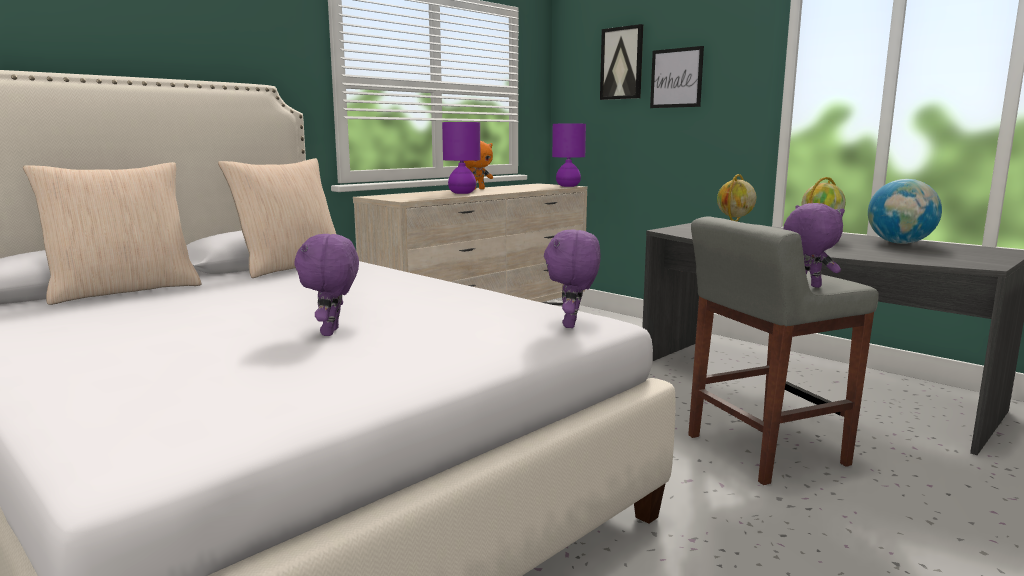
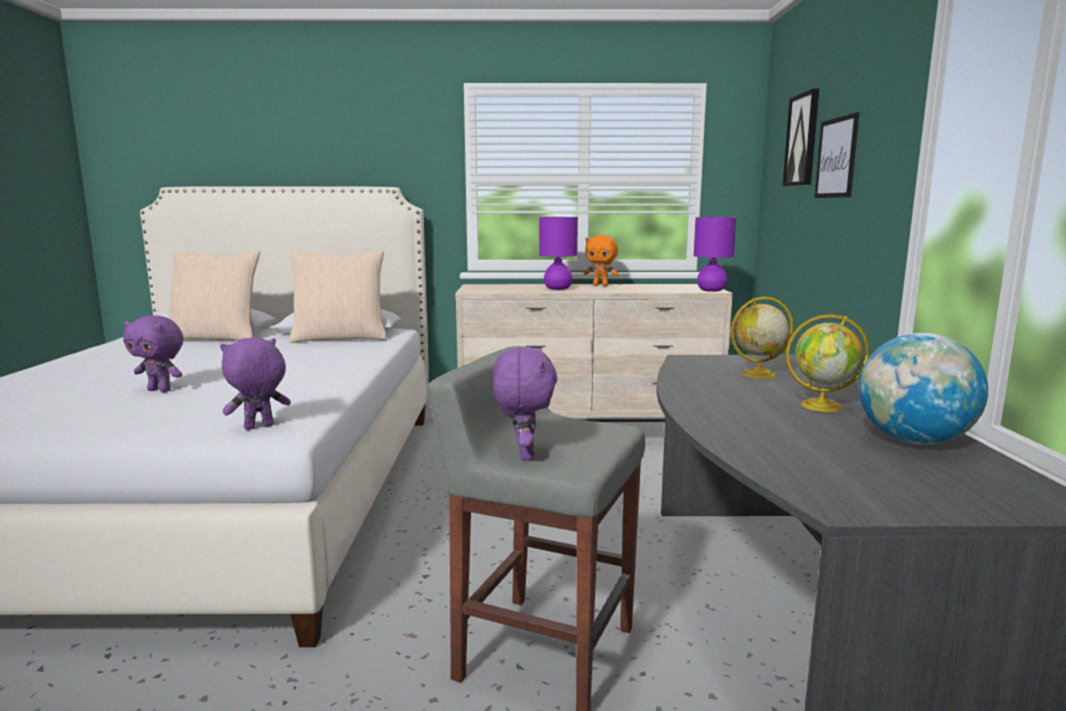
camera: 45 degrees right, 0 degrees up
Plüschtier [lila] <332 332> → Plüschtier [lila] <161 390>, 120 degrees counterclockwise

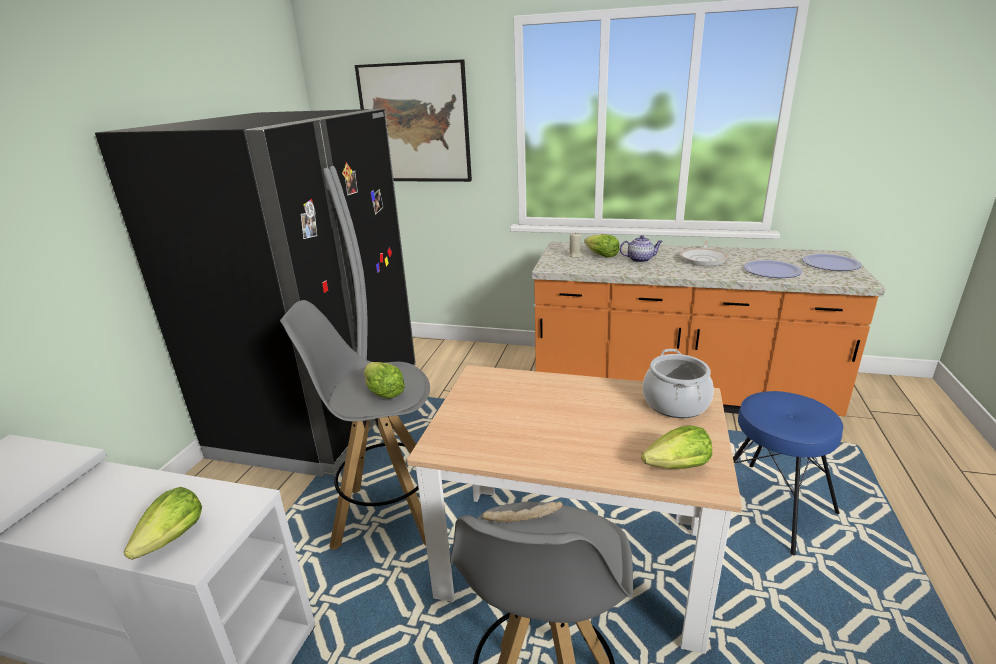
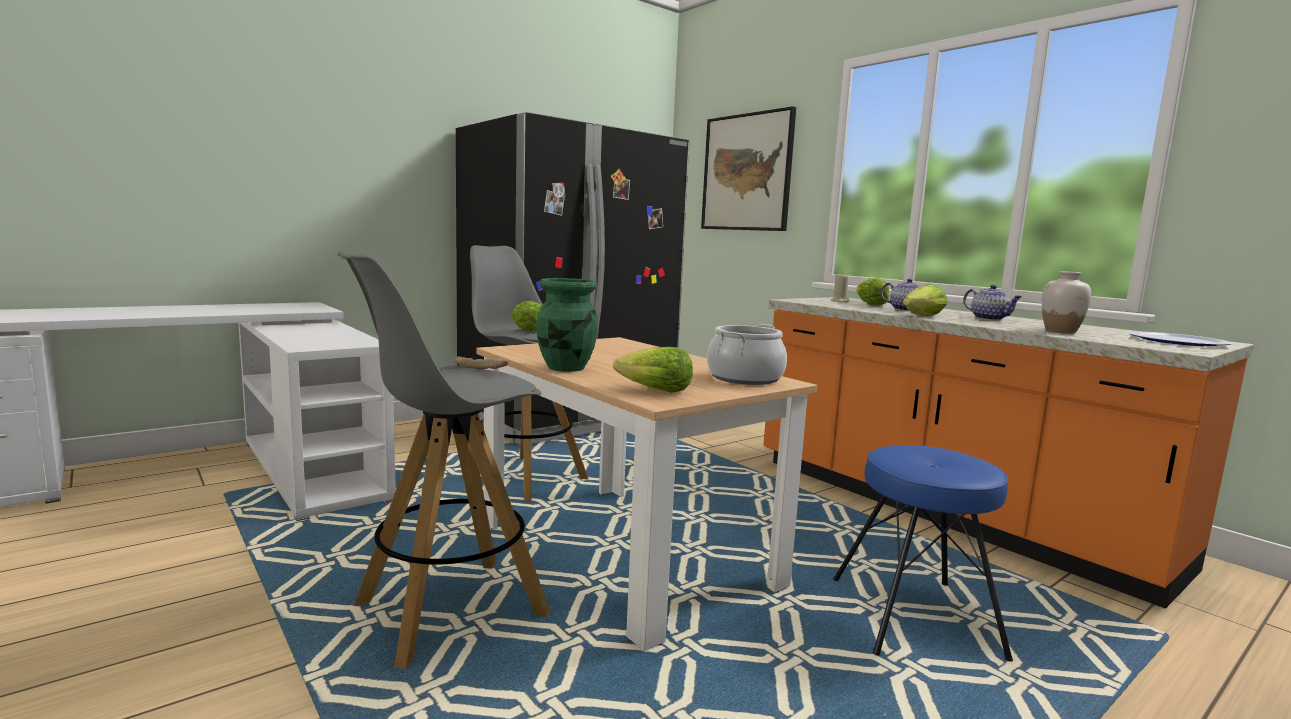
camera: 35 degrees right, 15 degrees down
- → Vase [grün] <566 368>
Salatkopf <173 538> → Salatkopf <922 316>, shifted
Pfanne <704 259> → Teekanne <989 319>
Teller <772 271> → Vase [weiß] <1060 331>

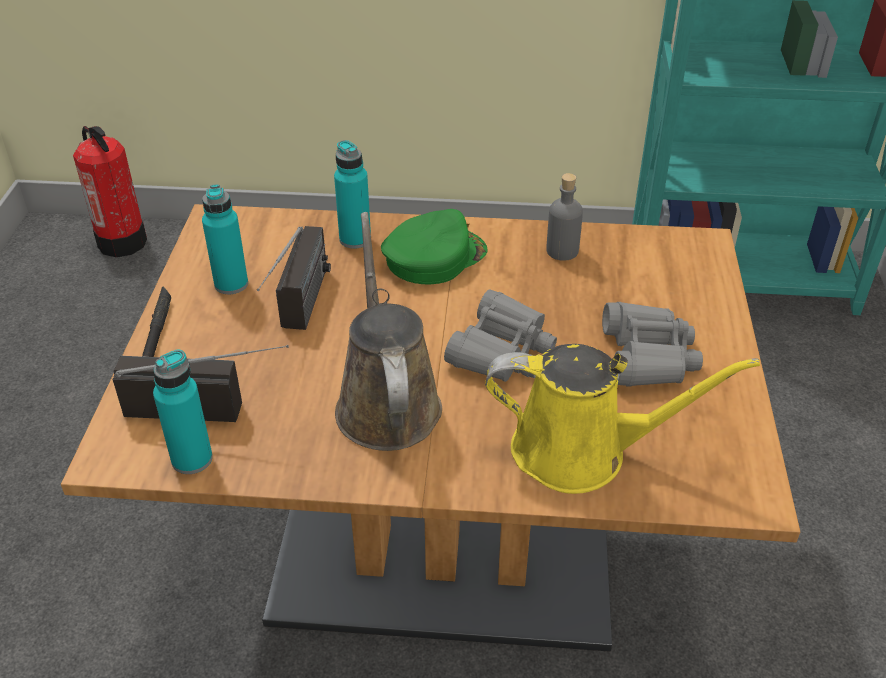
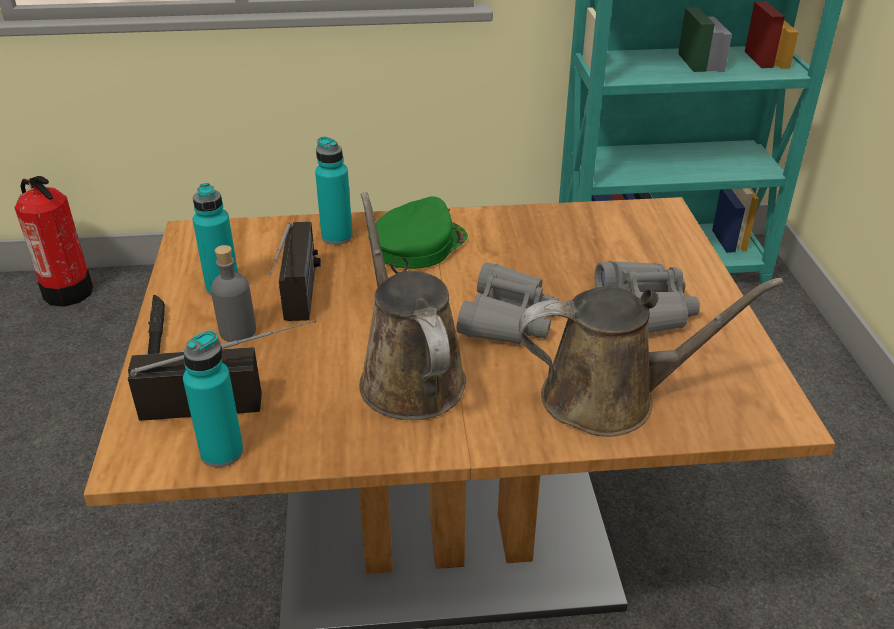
camera: 10 degrees left, 5 degrees down
Flasche [grau] <562 251> → Flasche [grau] <237 331>, shifted
Gießkanne [gelb] <581 451> → Gießkanne [braun] <610 398>

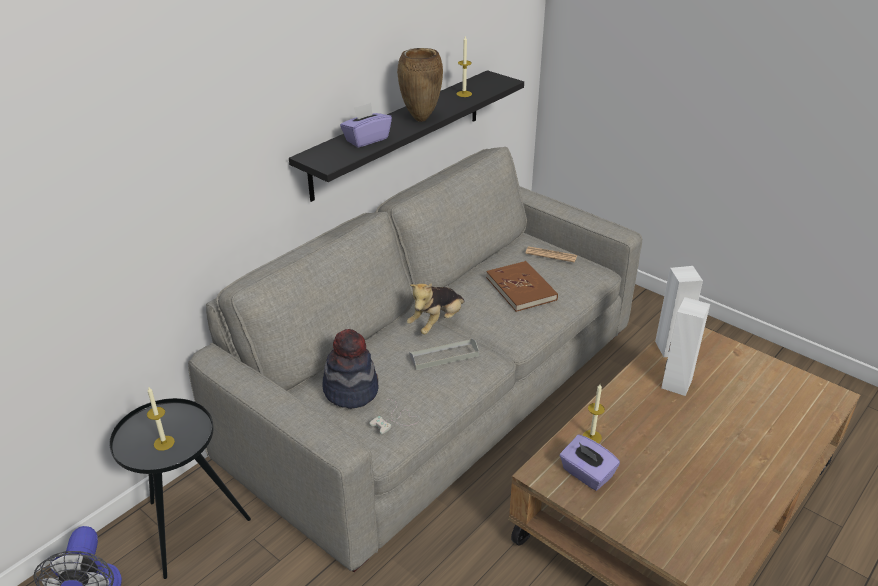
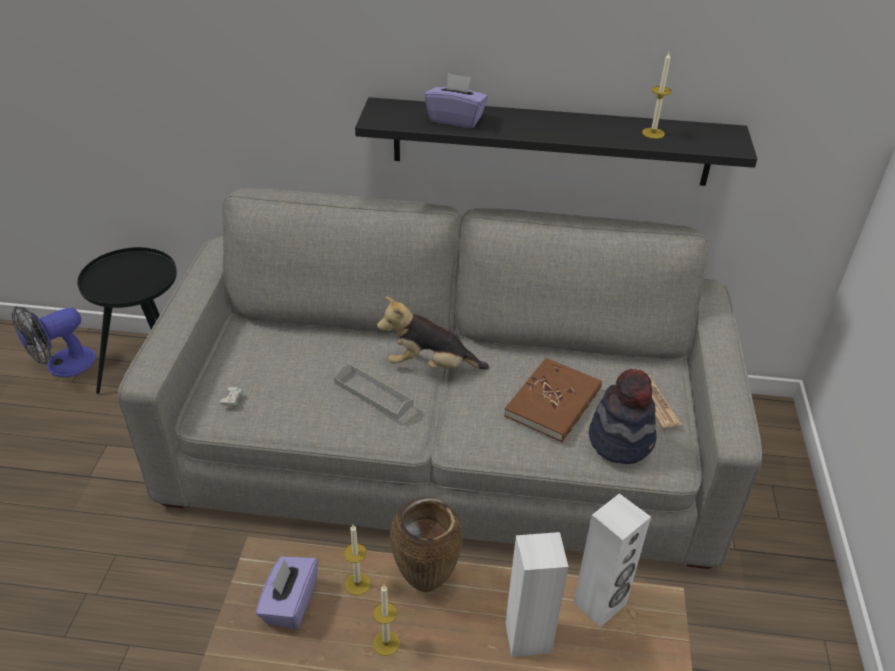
camera: 55 degrees right, 5 degrees up
Kerze <164 443> → Kerze <386 643>, shifted
Vase [braun] <420 119> → Vase [braun] <426 582>, shifted
Hut <351 390> → Hut <621 439>, shifted

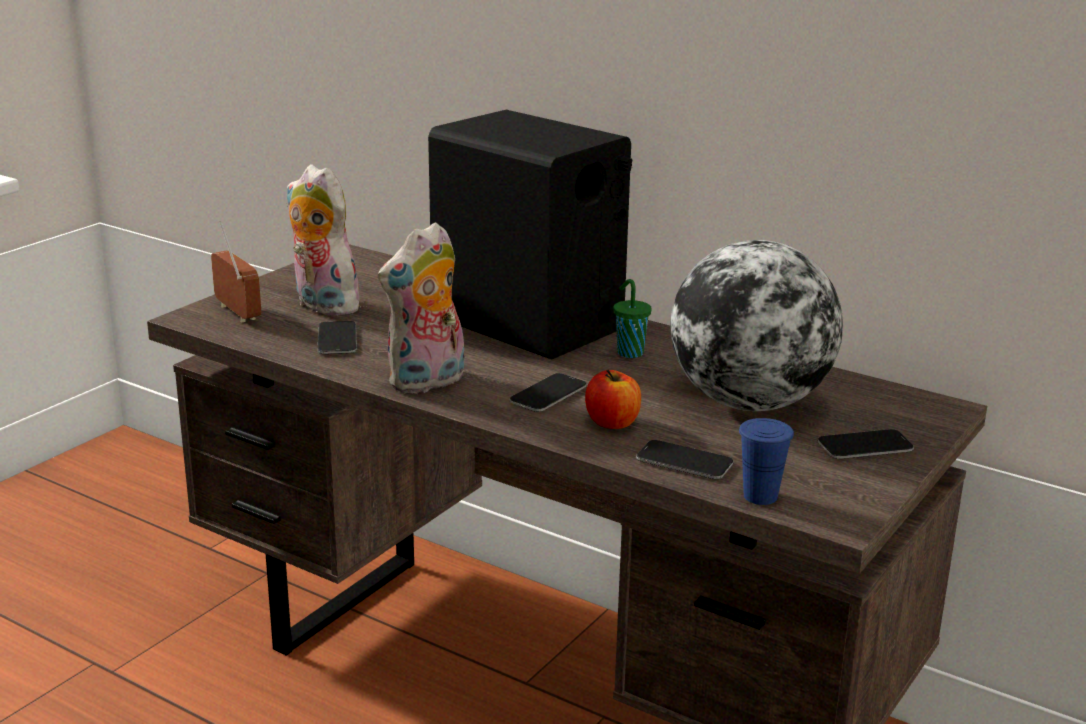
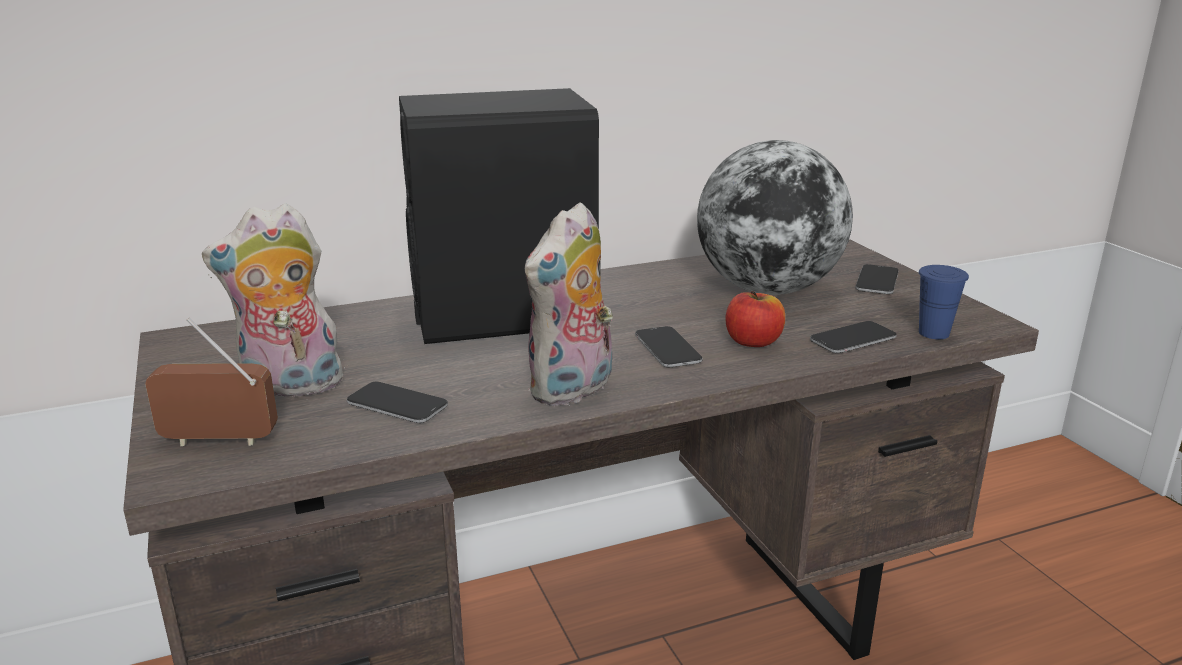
camera: 55 degrees left, 0 degrees up
Plüschtier <427 383> → Plüschtier <573 390>, 45 degrees clockwise
Tasse [grün] <629 352> → -

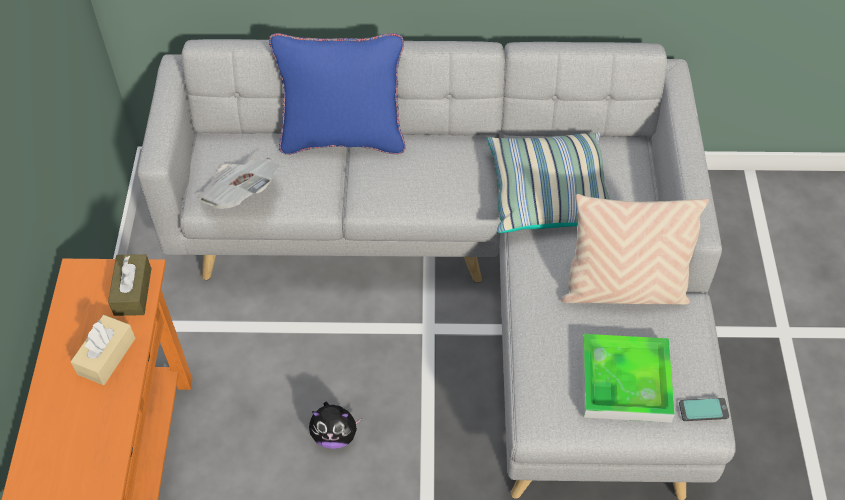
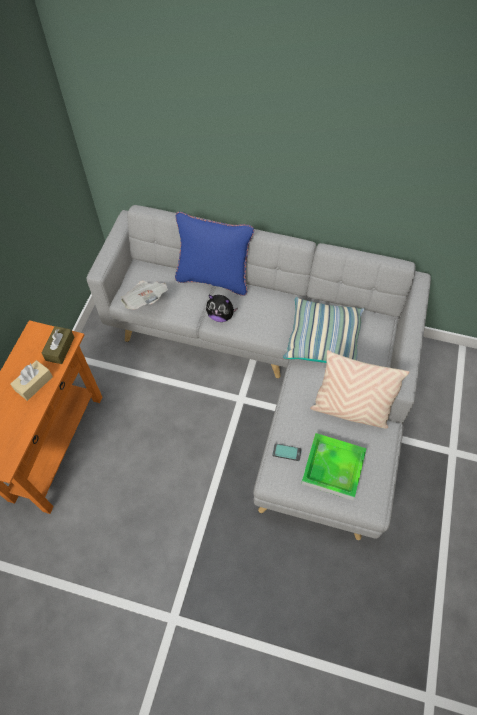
camera: 15 degrees right, 5 degrees up
Plüschtier <334 435> → Plüschtier <220 316>, shifted
Handy <703 410> → Handy <286 452>, shifted

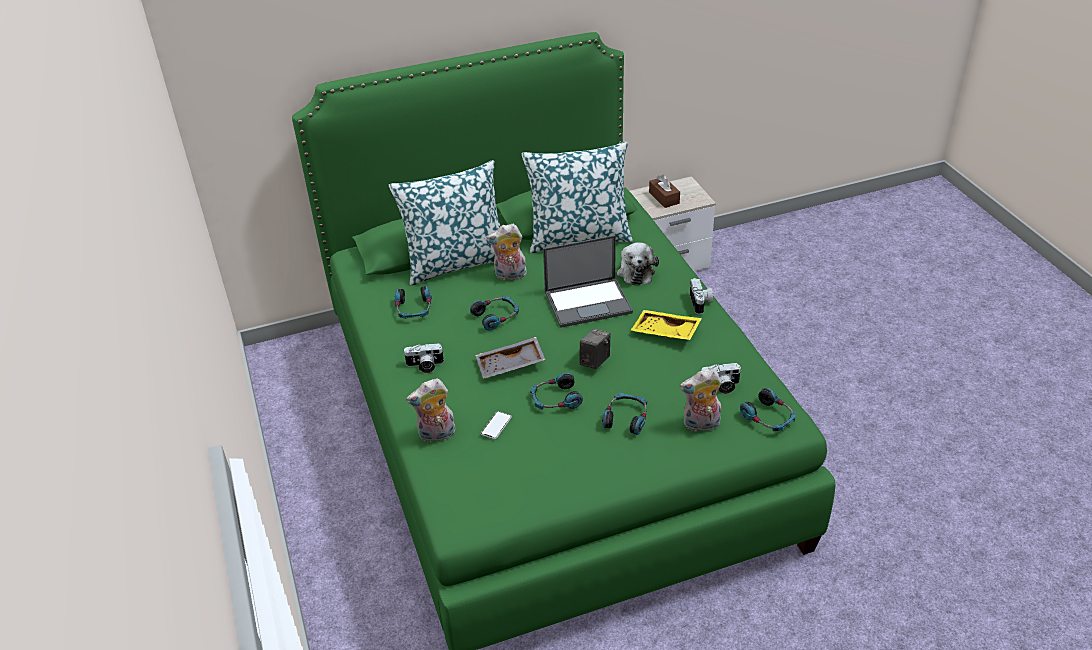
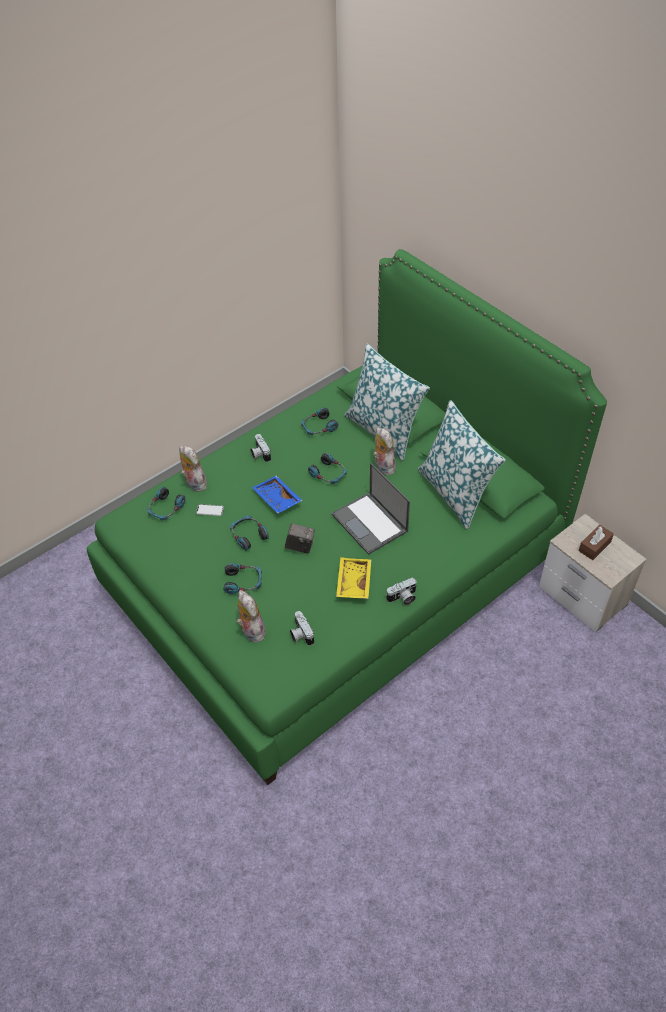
camera: 70 degrees right, 10 degrees up
Kopfhörer <768 417> → Kopfhörer <166 508>, shifted
Tablett [grau] <510 365> → Tablett [blau] <276 499>
Plüschtier <636 271> → -

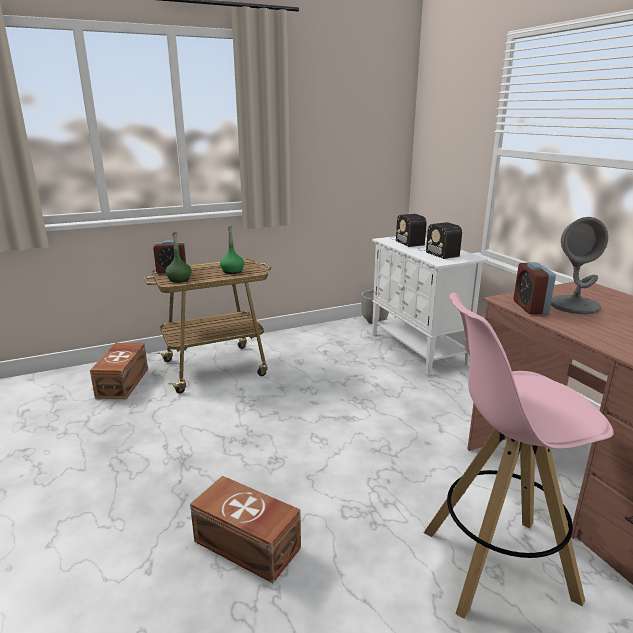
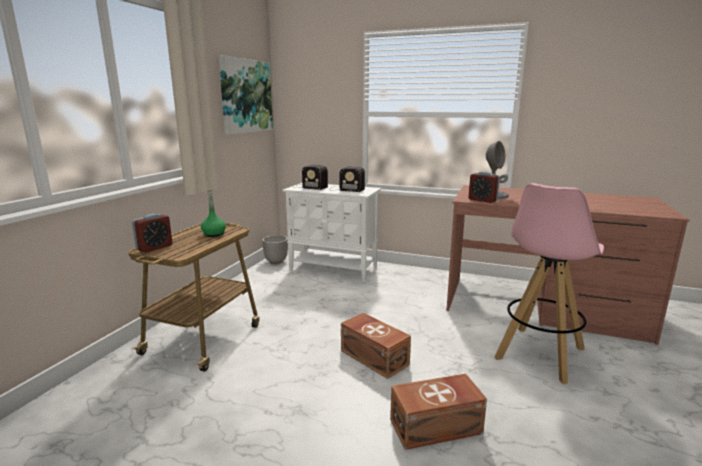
camera: 45 degrees left, 5 degrees down
- → Bild <246 96>
Aufbewahrungsbox [braun] <124 382> → Aufbewahrungsbox [braun] <374 357>, shifted
Flasche [grün] <179 279> → -

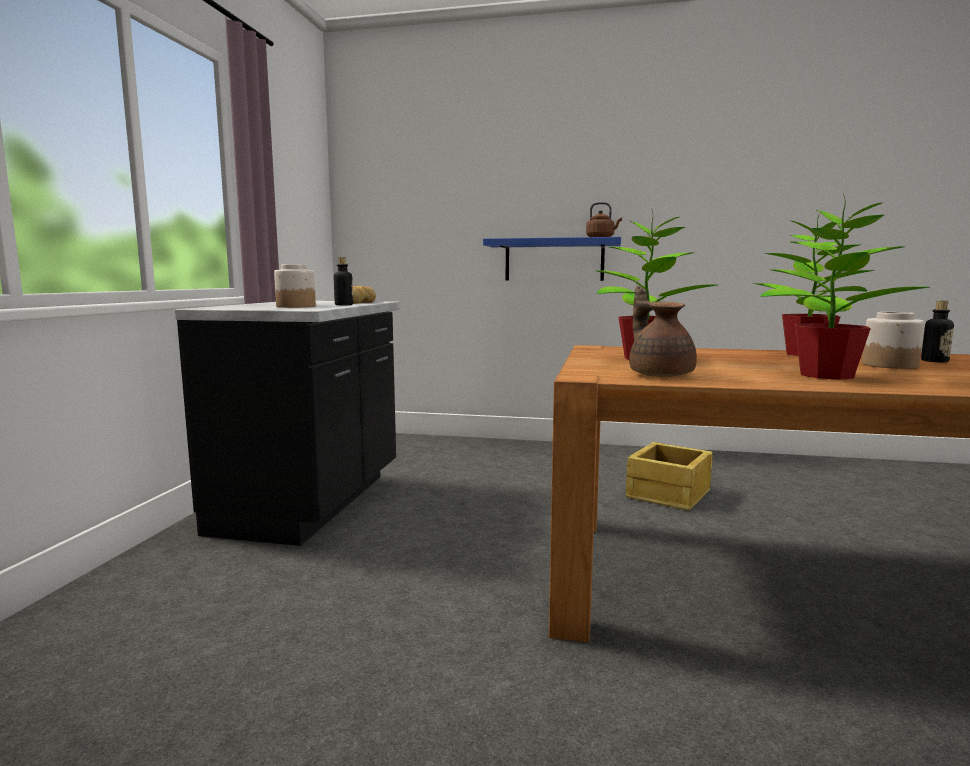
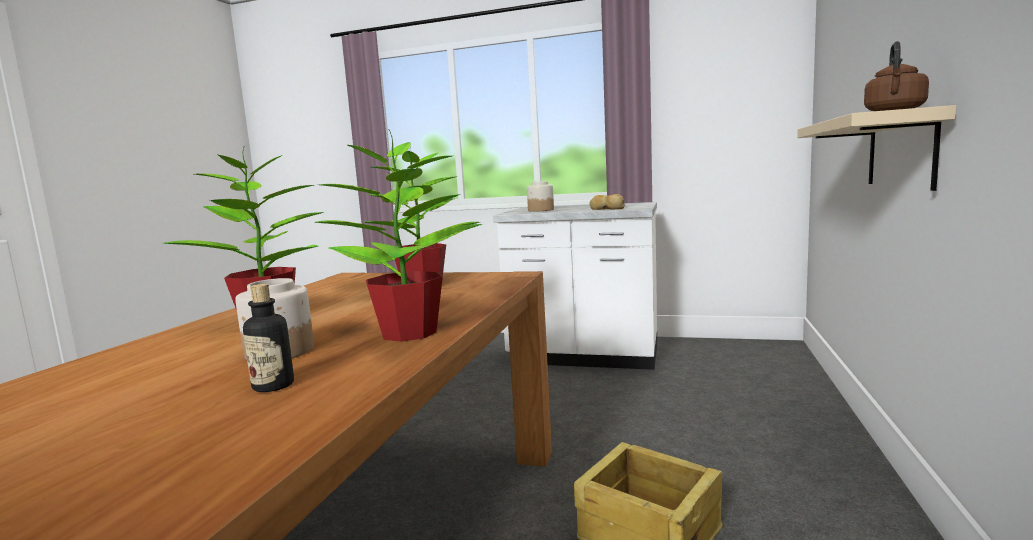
camera: 95 degrees right, 0 degrees up
Küchenzeile [schwarz] <312 503> → Küchenzeile [weiß] <584 357>
Wandregal [blau] <554 260> → Wandregal [beige] <900 151>
Flasche <344 305> → -
Teekanne [braun] <659 374> → -

